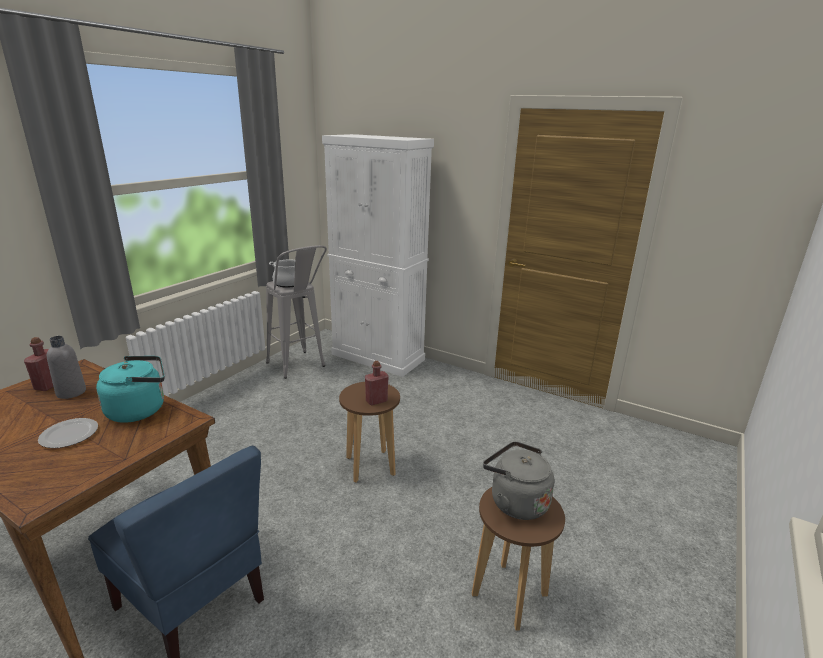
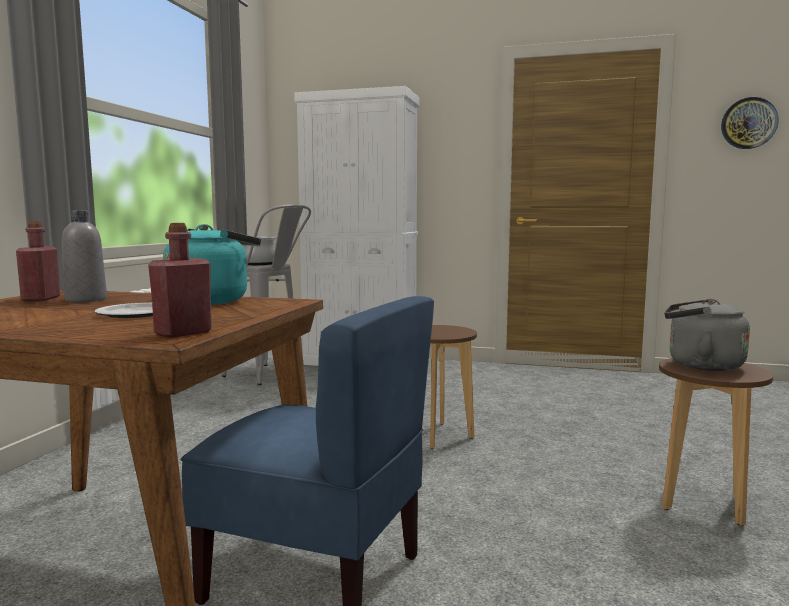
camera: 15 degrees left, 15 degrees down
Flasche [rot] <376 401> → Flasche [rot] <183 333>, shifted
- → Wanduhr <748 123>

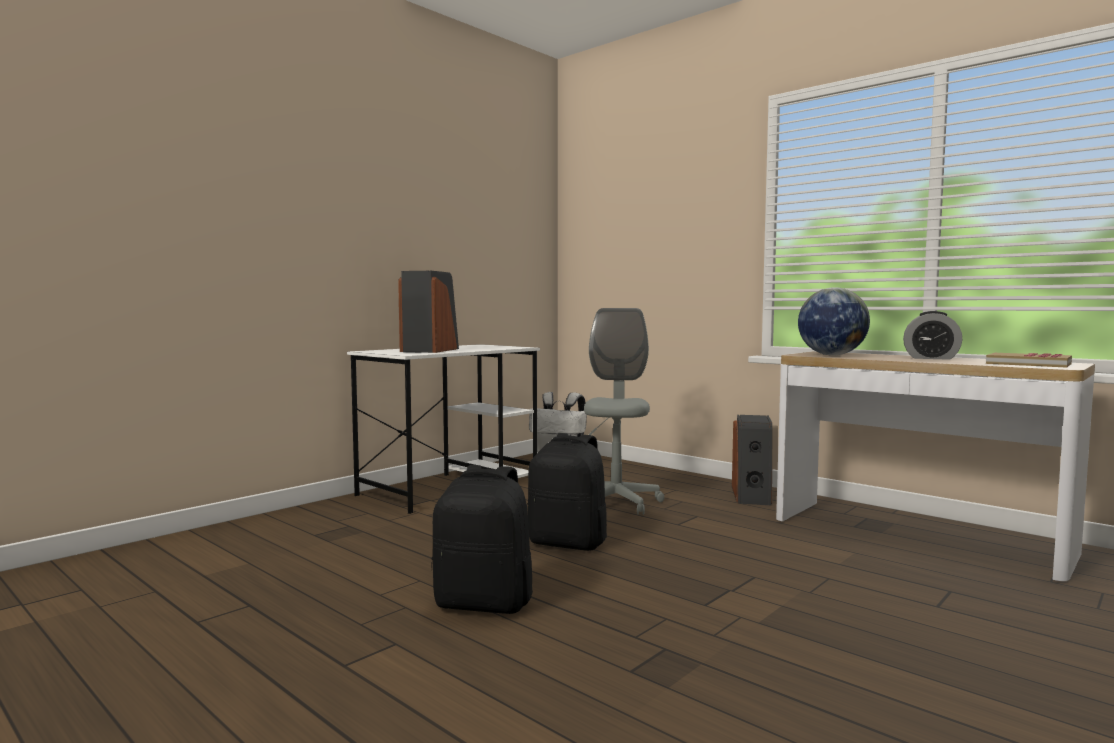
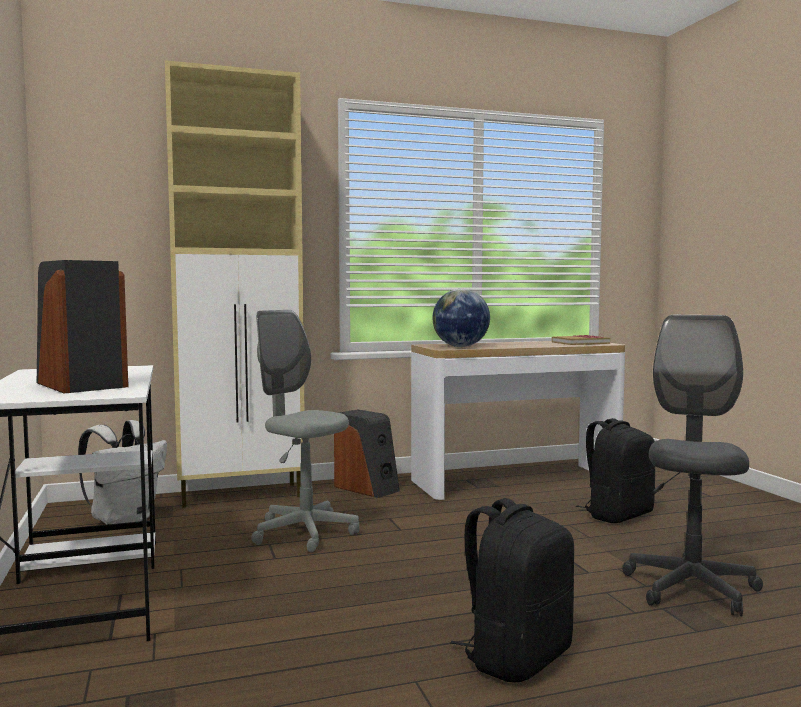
camera: 60 degrees left, 0 degrees up
- → Schrank [beige] <242 495>
Rucksack [schwarz] <568 543> → Rucksack [schwarz] <617 515>, shifted
- → Bürostuhl [grau] <691 588>
Wecker <931 358> → -

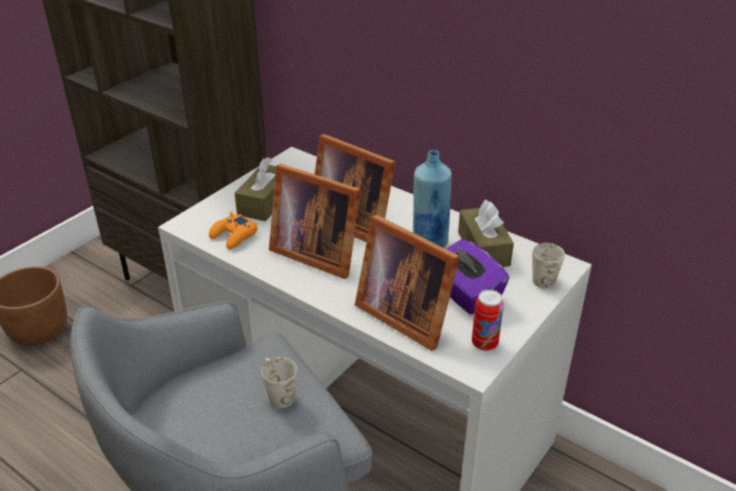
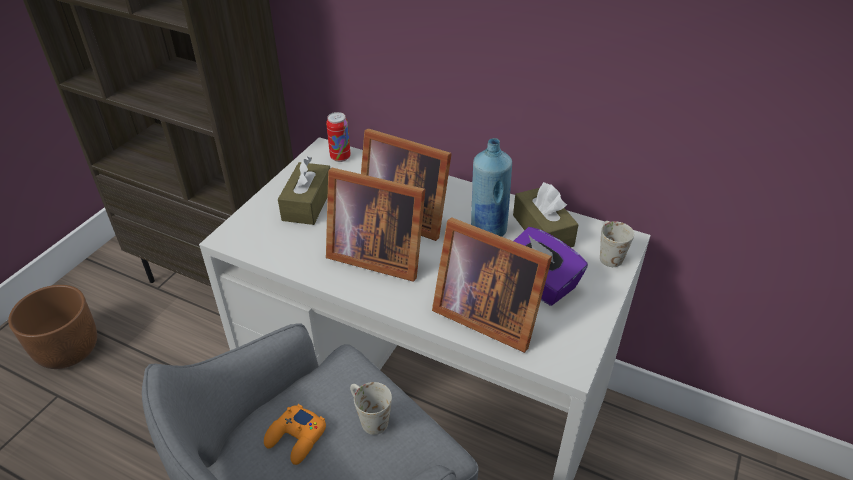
camera: 10 degrees left, 5 degrees up
Gamepad [orange] <234 236> → Gamepad [orange] <296 438>, shifted
Dose <484 343> → Dose <340 157>, shifted

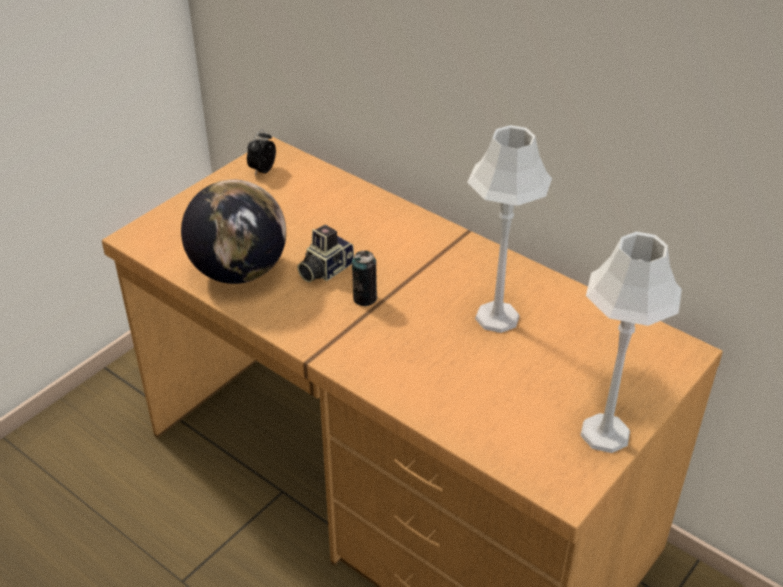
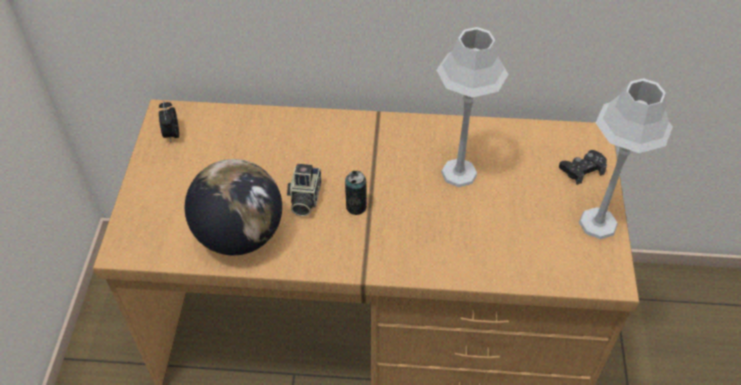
camera: 35 degrees left, 10 degrees up
- → Gamepad [schwarz] <582 169>

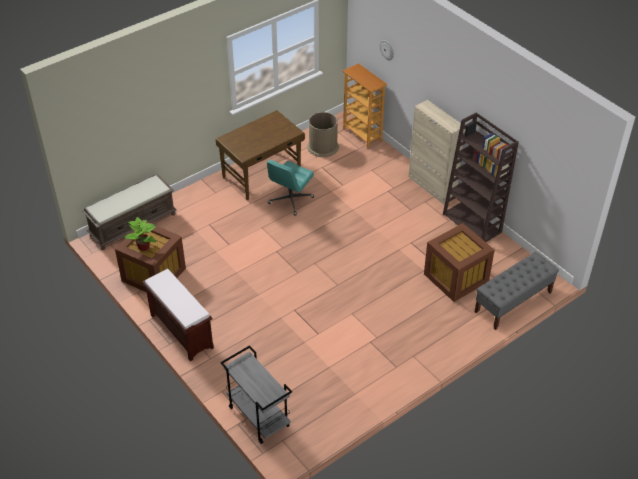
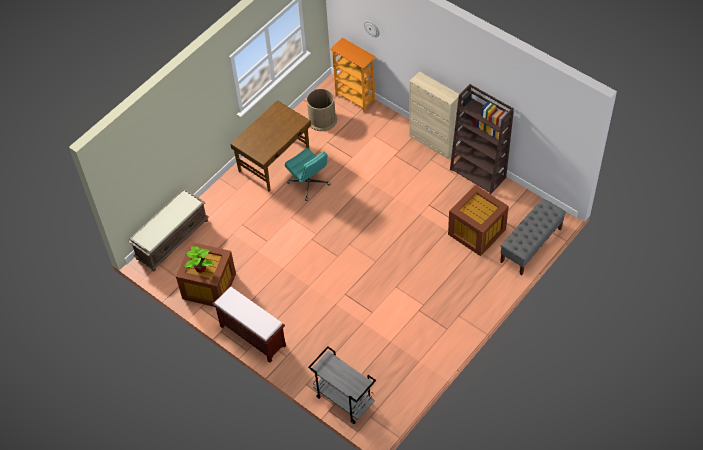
camera: 10 degrees left, 10 degrees up
Bürostuhl [türkis] <290 200> → Bürostuhl [türkis] <309 184>, 60 degrees counterclockwise

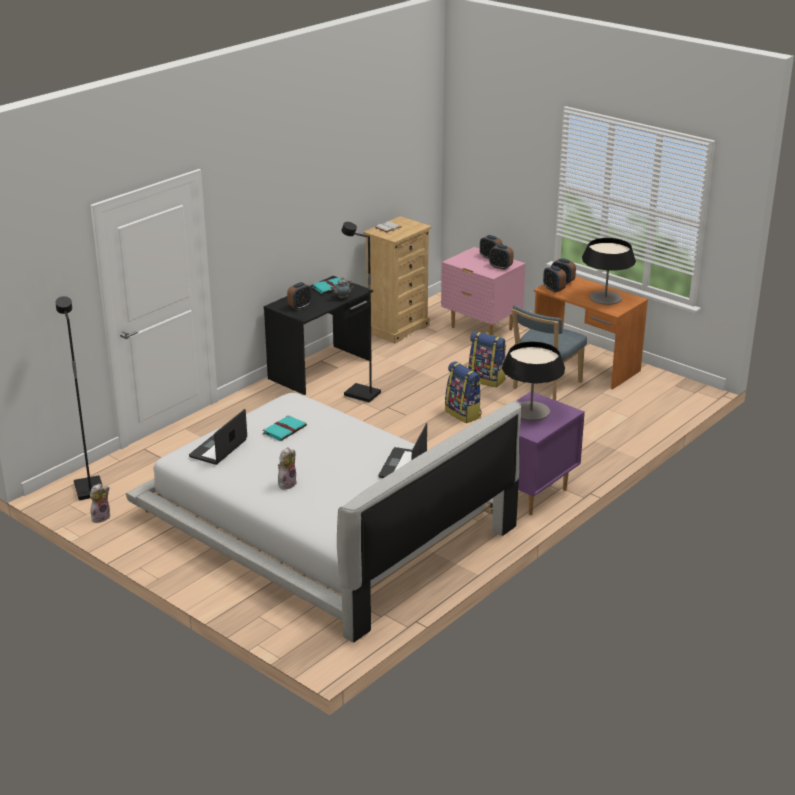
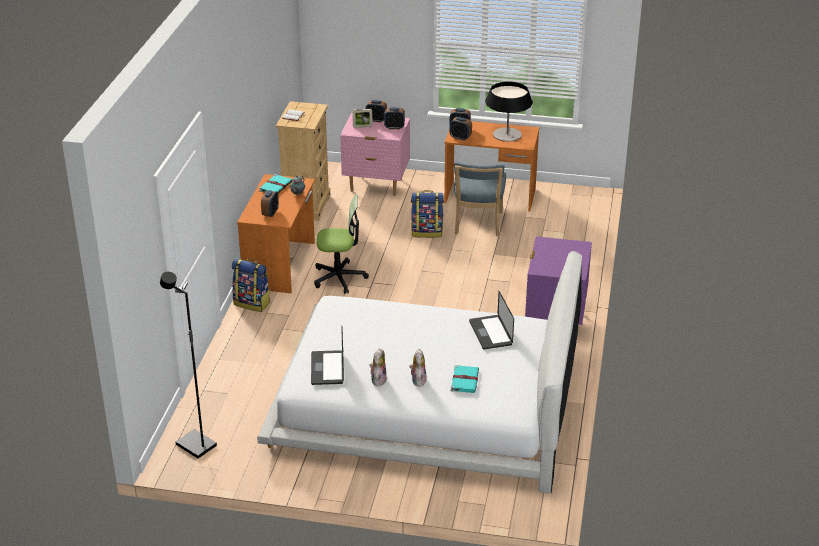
camera: 30 degrees left, 5 degrees up
Rucksack <463 414> → Rucksack <252 303>, shifted
Schreibtisch [schwarz] <321 369> → Schreibtisch [orange] <281 264>
Stehlampe [schwarz] <361 395> → Bürostuhl <339 278>
- → Bilderrahmen <362 127>
Plüschtier <101 517> → Plüschtier <378 380>, shifted
Buch [türkis] <285 429> → Buch [türkis] <464 380>, shifted
Tischlampe <531 411> → -

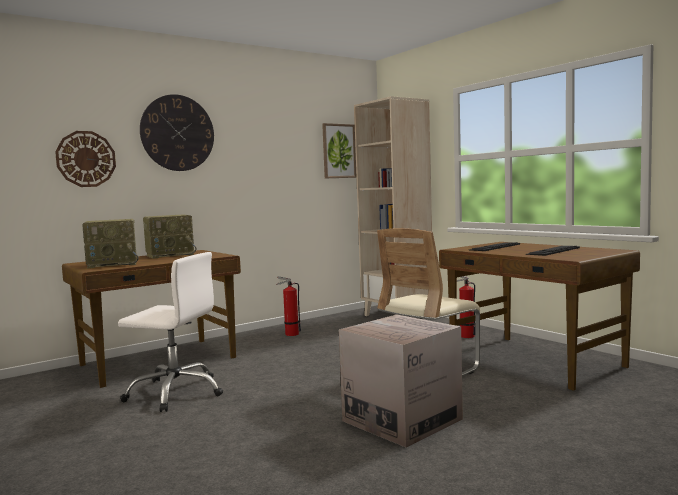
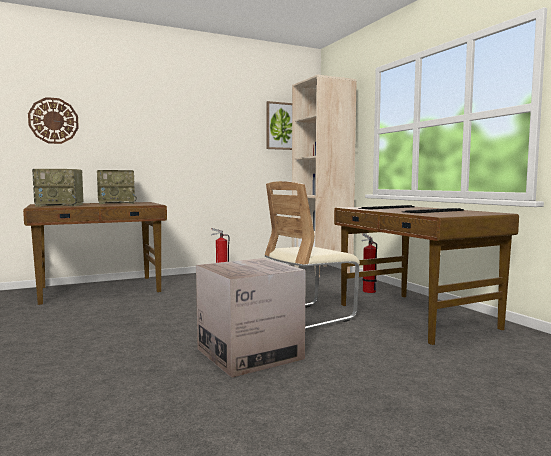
camera: 10 degrees right, 0 degrees up
Bürostuhl [weiß] <176 392> → -
Wanduhr <177 133> → -

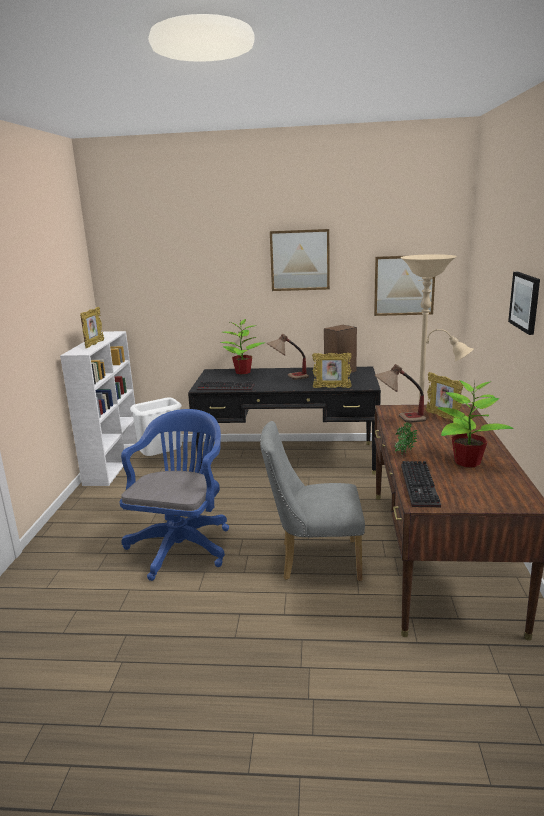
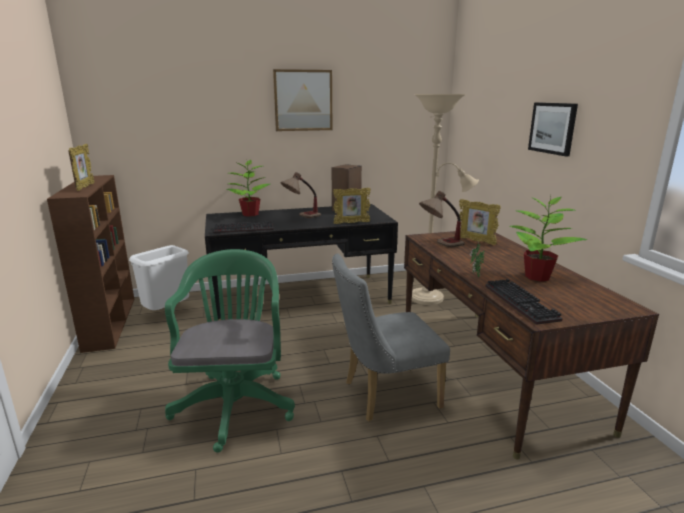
camera: 20 degrees left, 0 degrees up
Bücherregal [weiß] <113 462> → Bücherregal [braun] <110 322>
Bürostuhl [blau] <182 544> → Bürostuhl [grün] <235 402>
Bild <404 285> → -

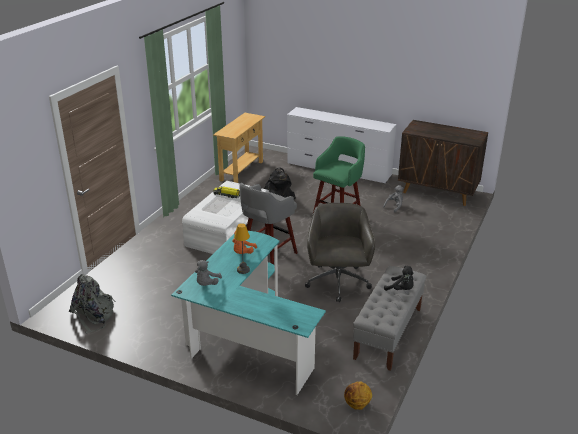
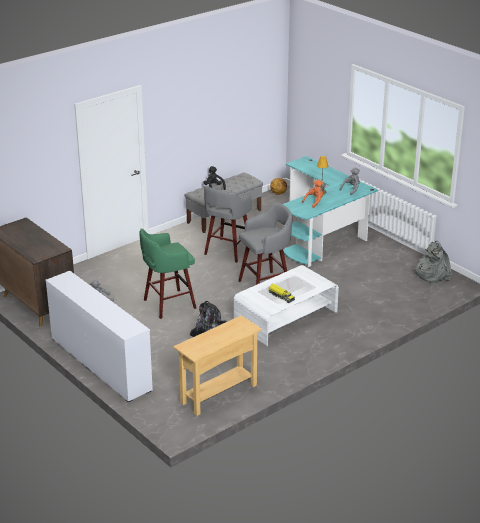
camera: 155 degrees left, 0 degrees up
Bürostuhl [grau] <337 283> → Hocker [grau] <227 251>

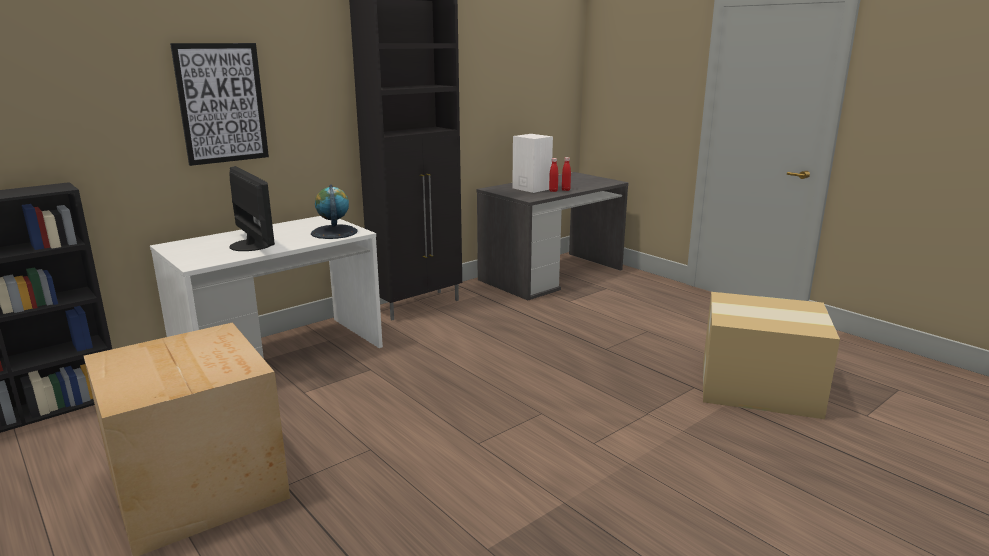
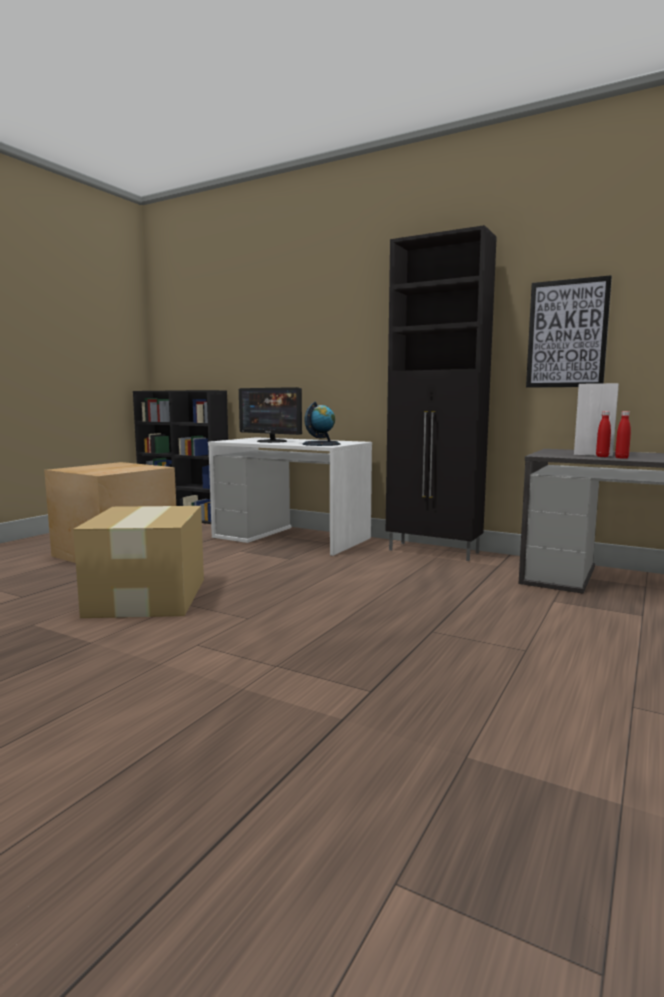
camera: 70 degrees right, 10 degrees down
Karton <757 387> → Karton <149 596>, shifted
Monitor <252 245> → Monitor <272 441>, 90 degrees clockwise
Bild <222 103> → Bild <567 334>, shifted

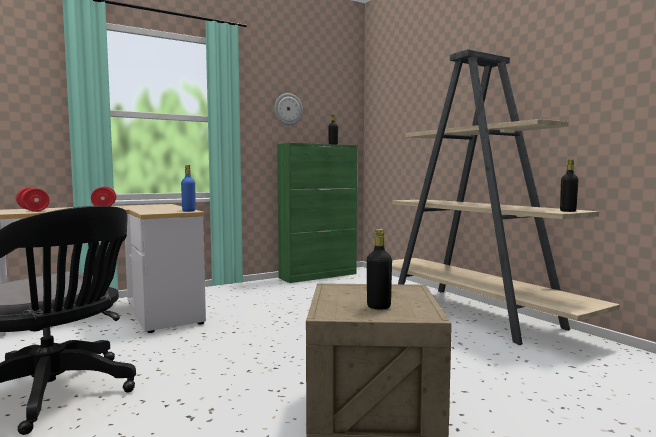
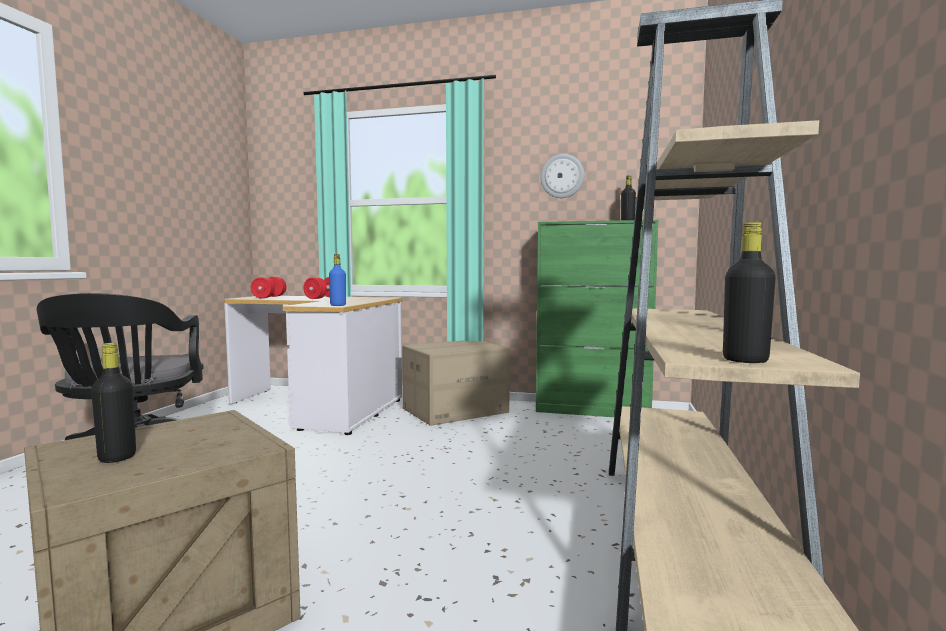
camera: 45 degrees right, 0 degrees up
- → Karton <455 410>

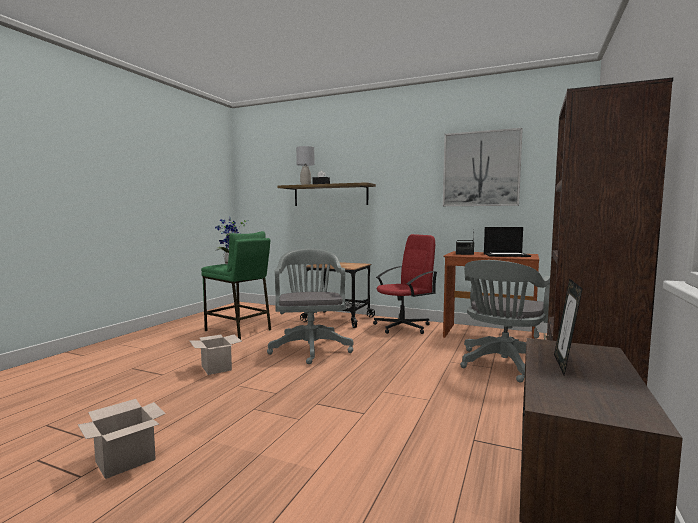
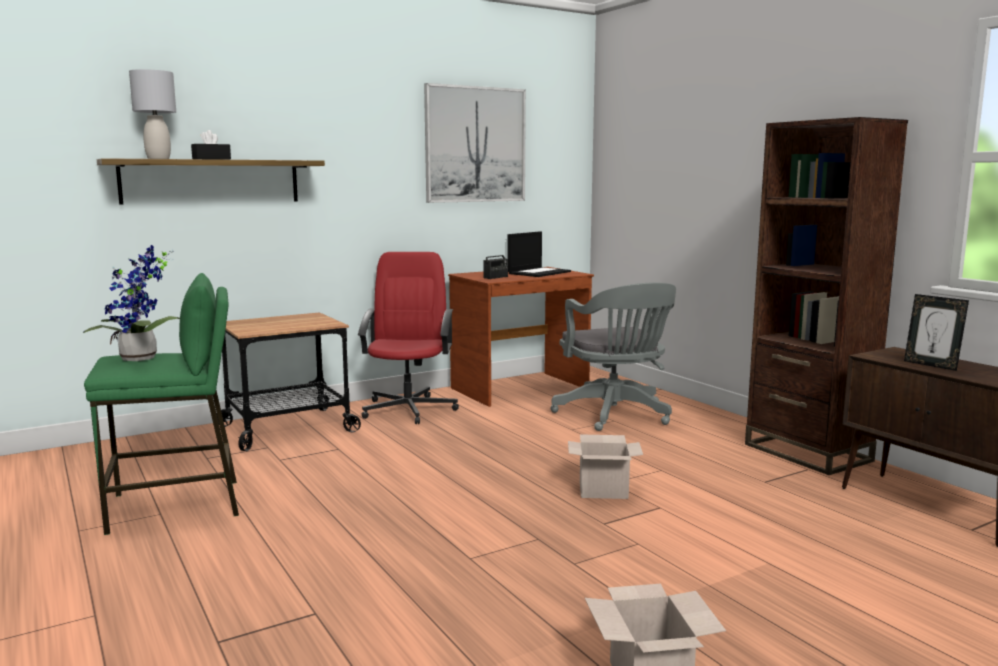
camera: 55 degrees left, 5 degrees up
Karton <217 368> → Karton <604 490>, shifted
Bürostuhl [grau] <310 348> → -

